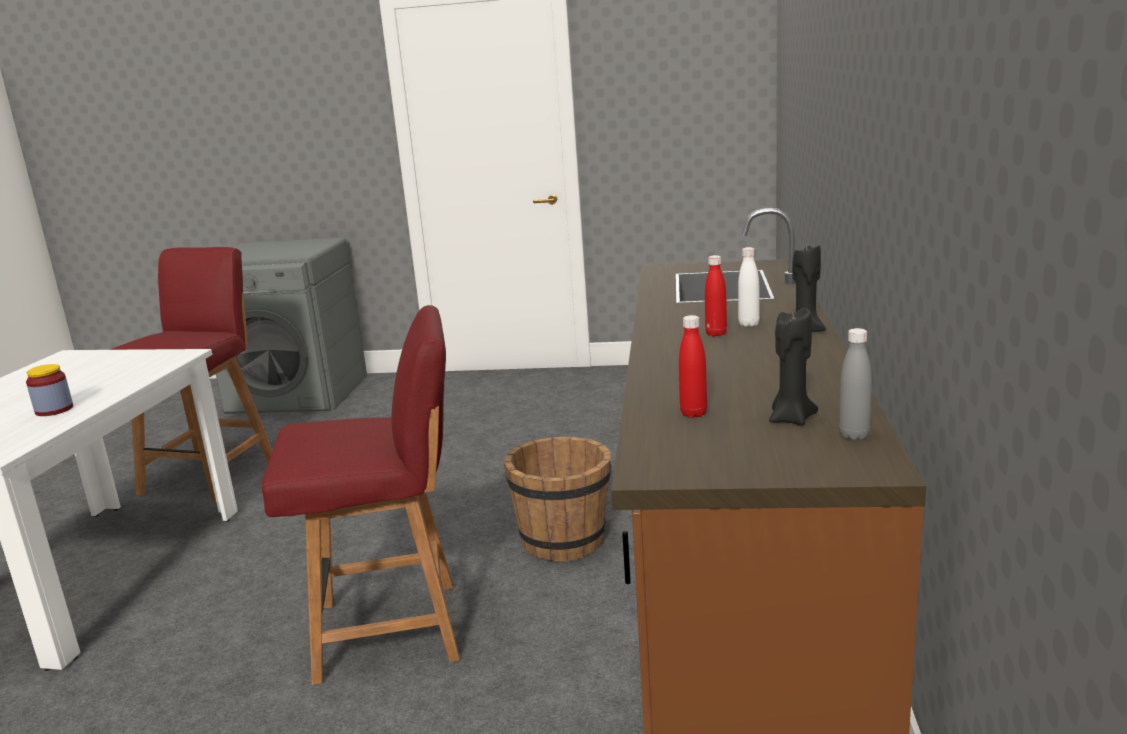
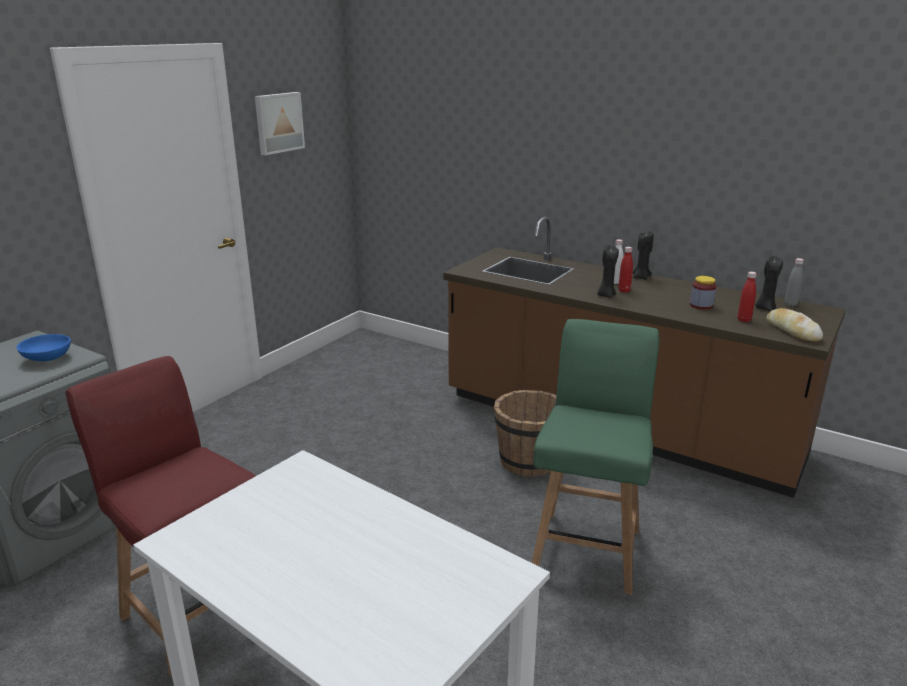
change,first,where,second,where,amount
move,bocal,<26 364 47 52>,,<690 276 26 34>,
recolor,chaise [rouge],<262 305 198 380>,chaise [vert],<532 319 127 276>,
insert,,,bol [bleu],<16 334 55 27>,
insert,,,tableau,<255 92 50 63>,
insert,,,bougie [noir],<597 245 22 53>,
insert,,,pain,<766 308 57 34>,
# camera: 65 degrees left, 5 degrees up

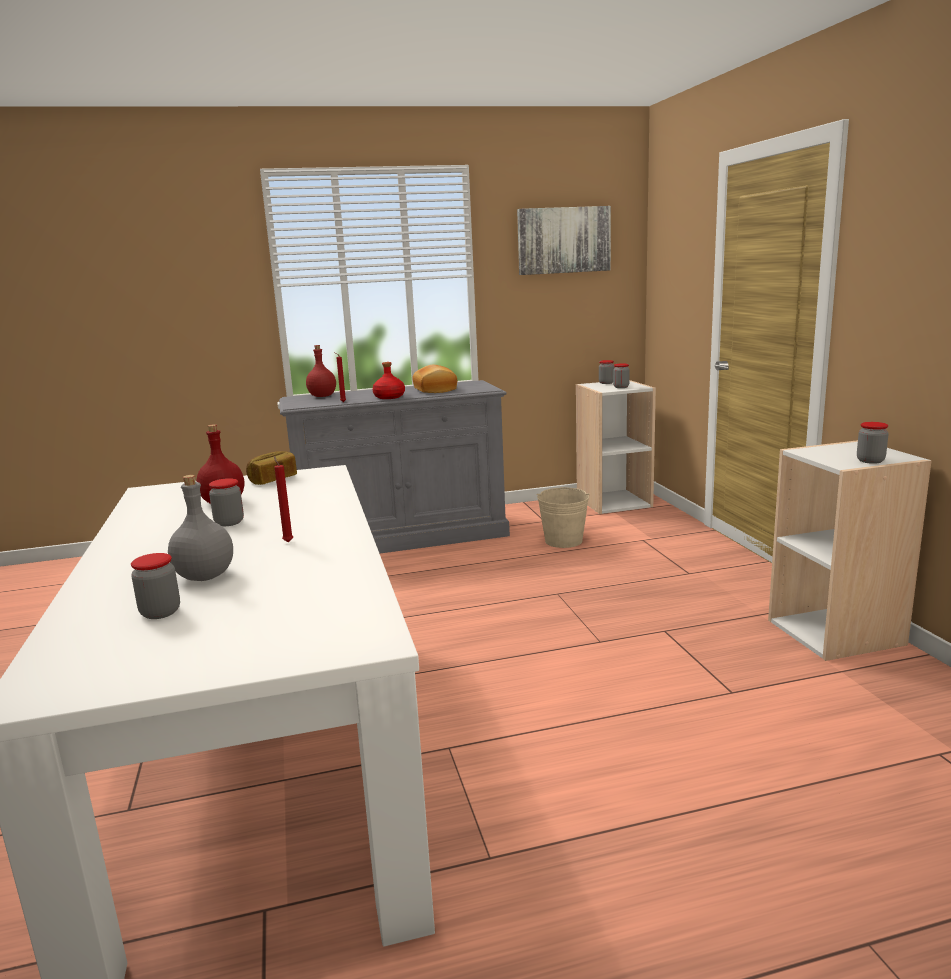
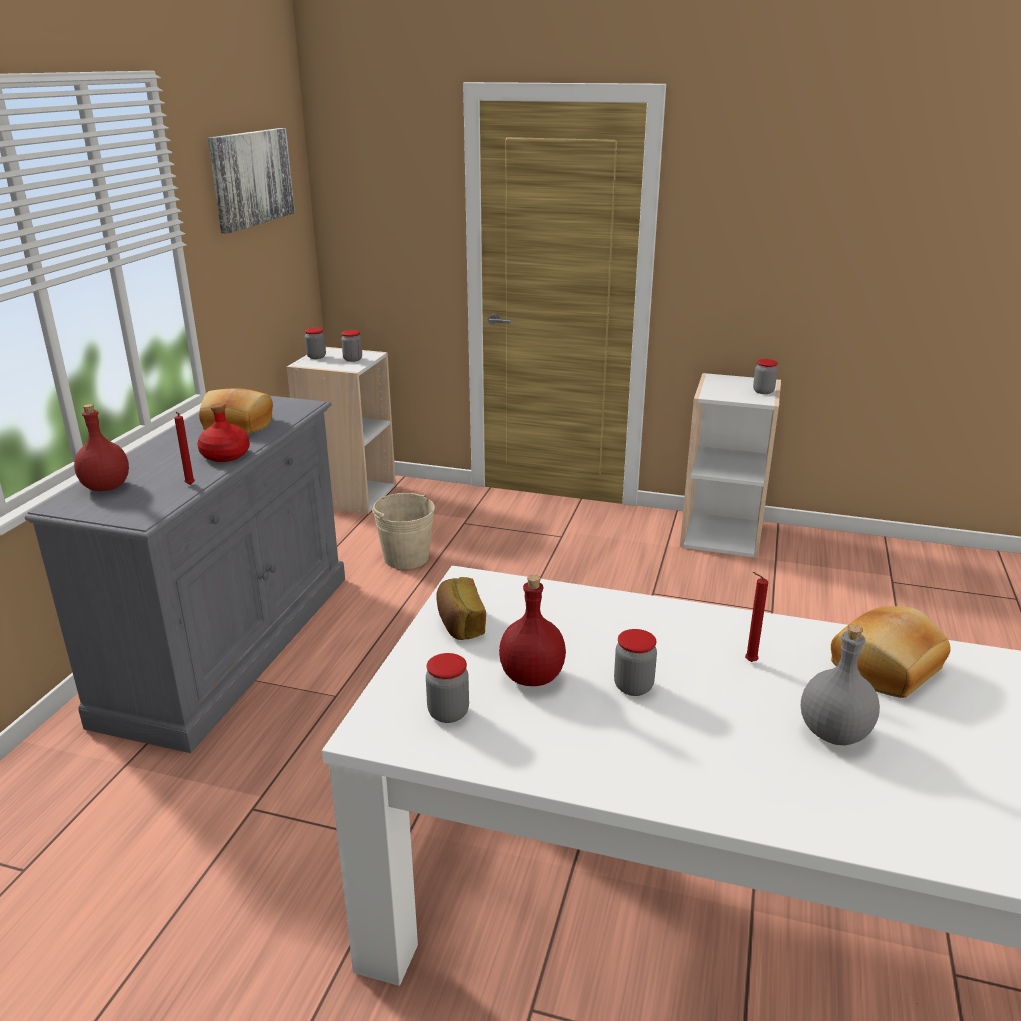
change,first,where,second,where,amount
move,bocal,<131 553 49 66>,,<426 653 43 70>,
insert,,,pain,<831 606 120 92>,
# camera: 60 degrees left, 10 degrees up

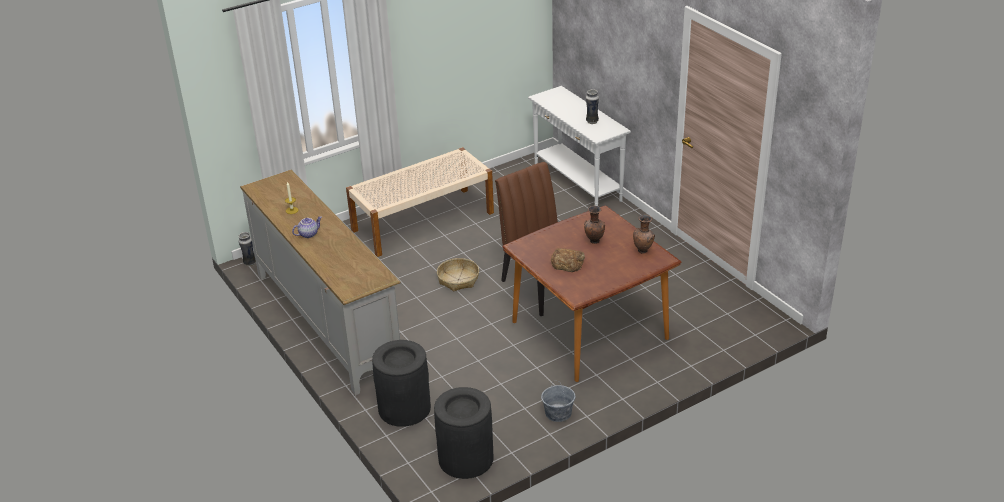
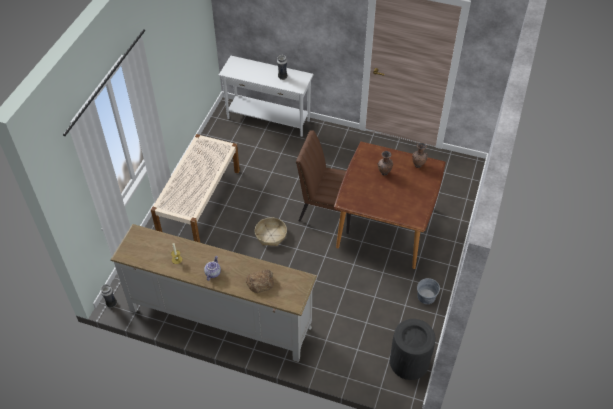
change,first,where,second,where,amount
delete,poubelle [noir],<372 340 59 87>,,,
move,pain,<551 248 34 24>,,<245 269 29 24>,
# camera: 40 degrees left, 15 degrees up

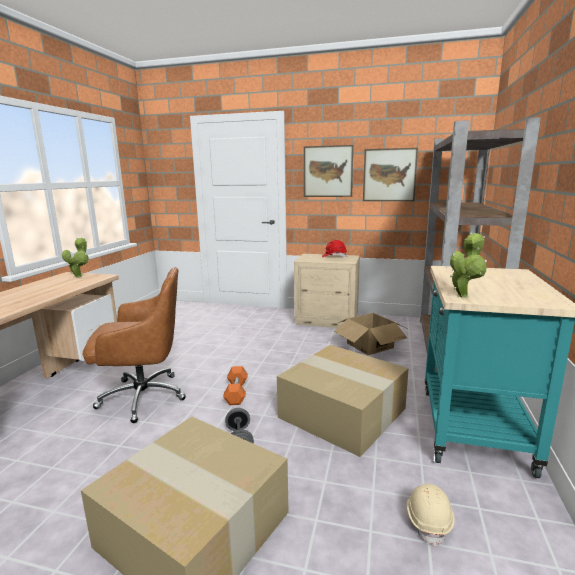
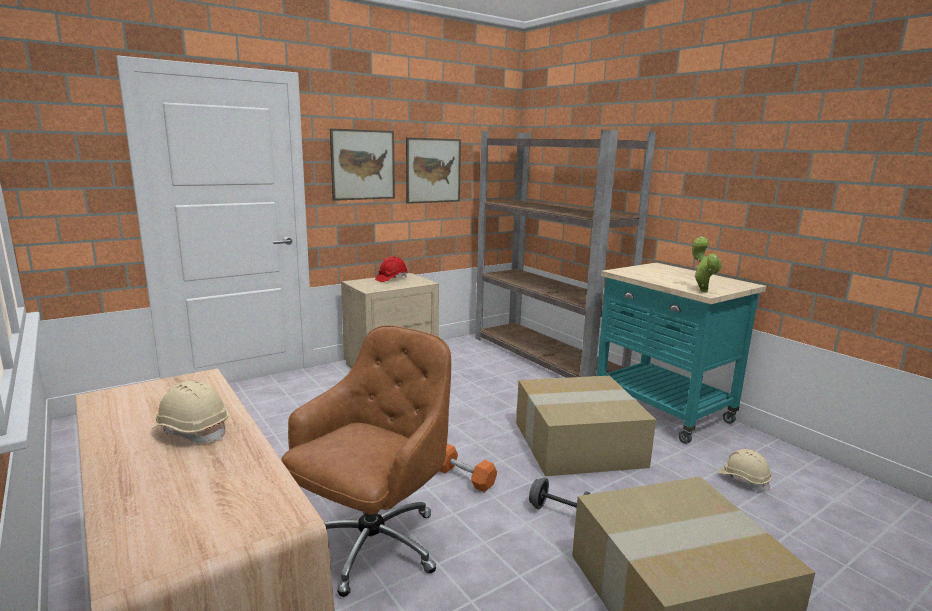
change,first,where,second,where,amount
delete,plante en pot,<62 238 27 40>,,,
delete,carton,<334 313 73 42>,,,
insert,,,casque de chantier [beige],<152 381 77 63>,
# camera: 50 degrees left, 0 degrees up

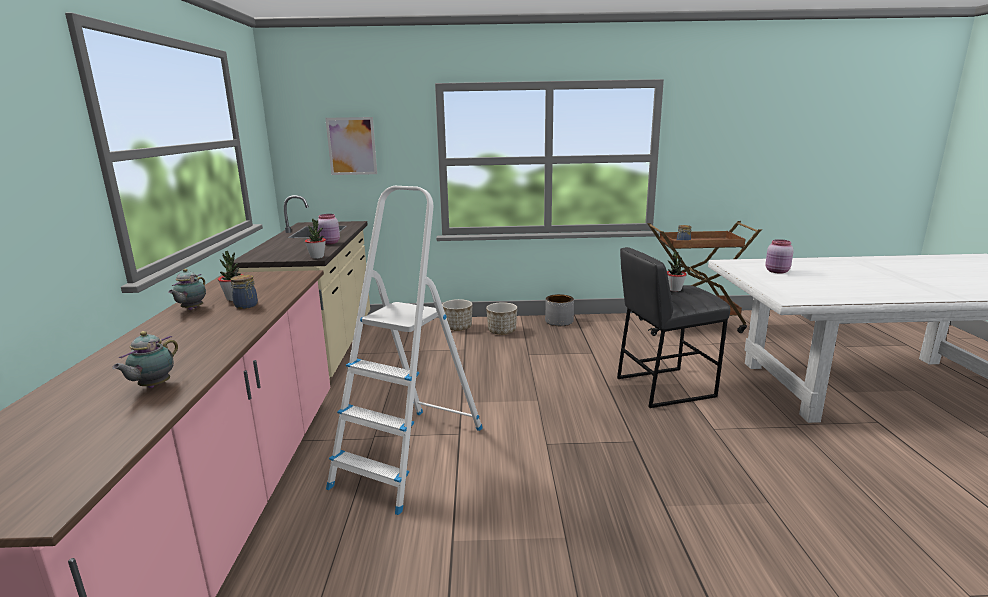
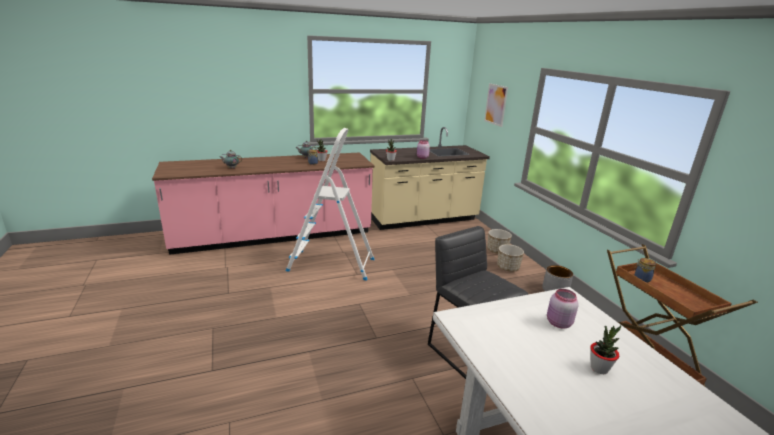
change,first,where,second,where,amount
move,plante en pot,<667 250 20 42>,,<590 325 31 49>,
# camera: 70 degrees right, 5 degrees up

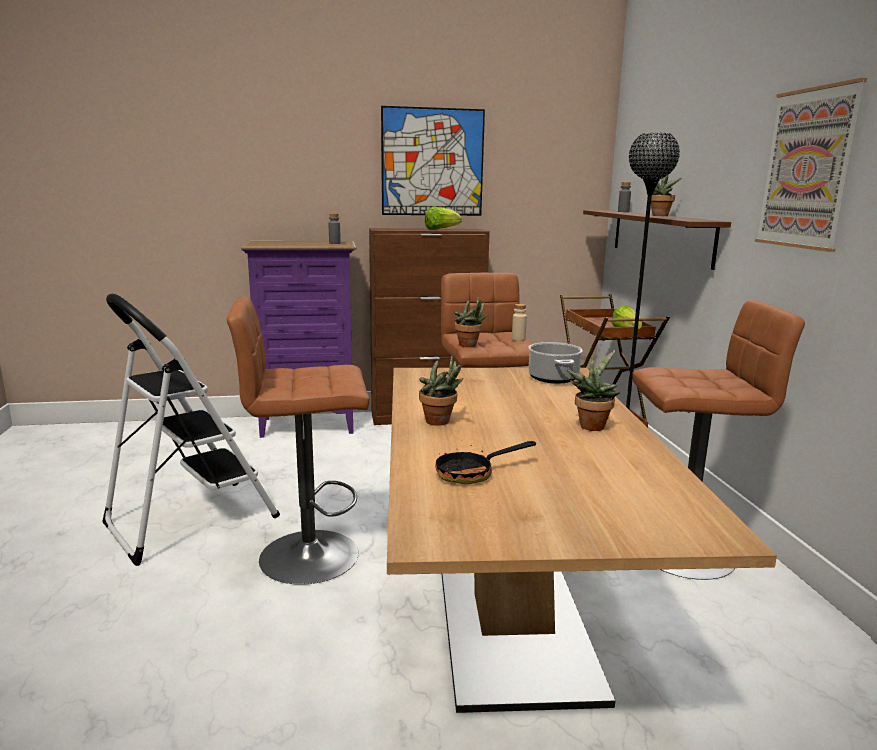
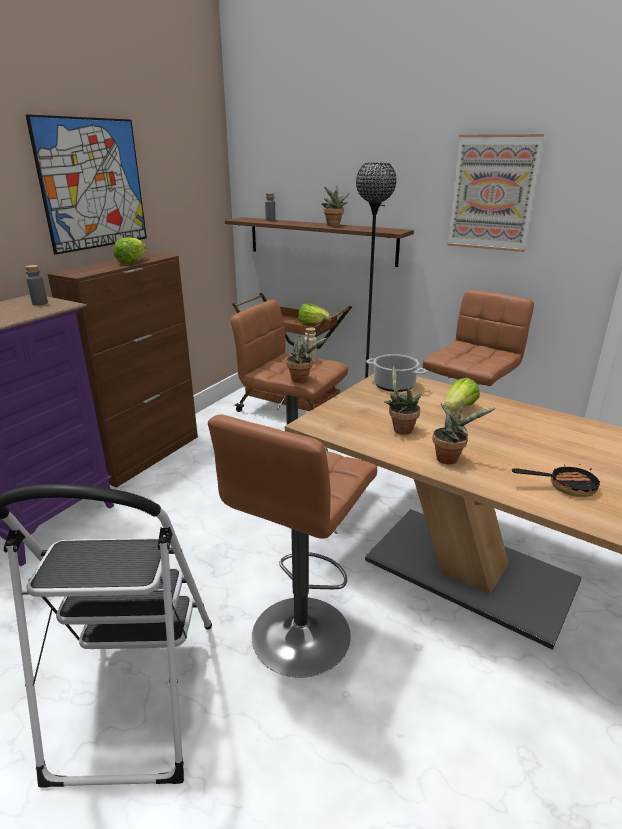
change,first,where,second,where,amount
rotate,poêle,<435 441 101 43>,,<512 464 88 33>,105 degrees counterclockwise
move,plante en pot,<567 350 53 81>,,<384 366 38 69>,
insert,,,laitue,<444 378 36 34>,
# camera: 50 degrees left, 10 degrees up

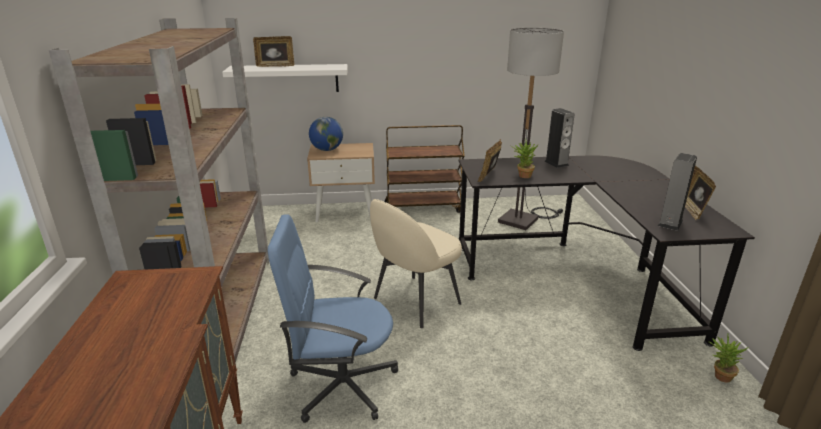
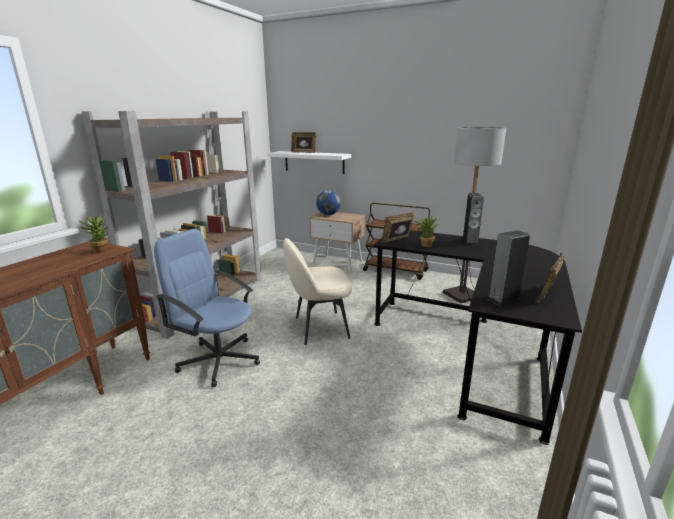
change,first,where,second,where,amount
move,plante en pot,<708 334 41 49>,,<79 216 30 37>,
# camera: 30 degrees right, 5 degrees down

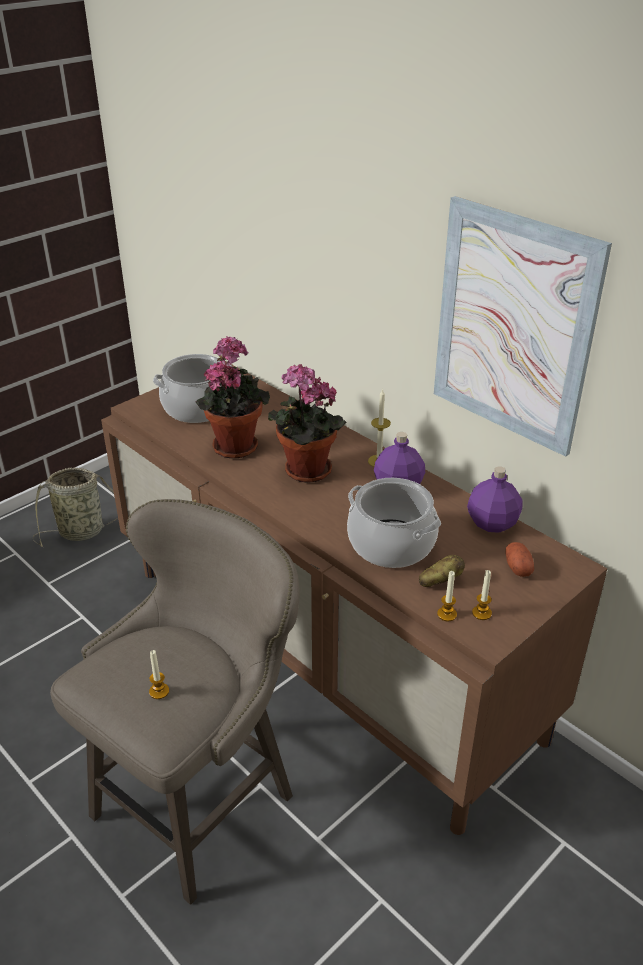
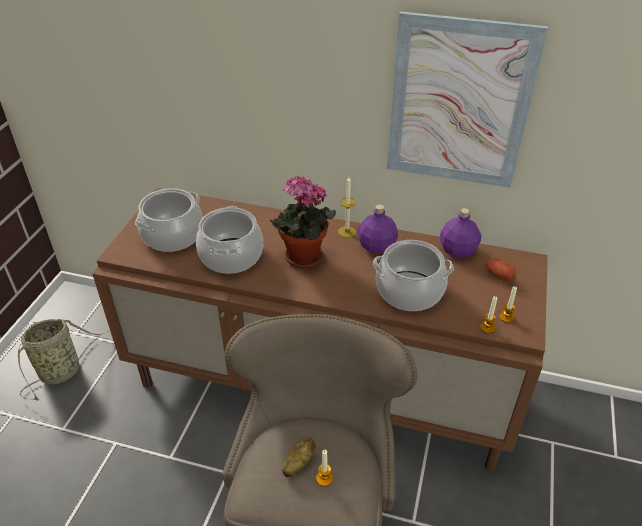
change,first,where,second,where,amount
replace,plante en pot,<195 336 75 122>,marmite,<196 206 67 68>,
move,pomme de terre,<419 555 46 32>,,<282 438 34 39>,
# camera: 30 degrees left, 5 degrees up

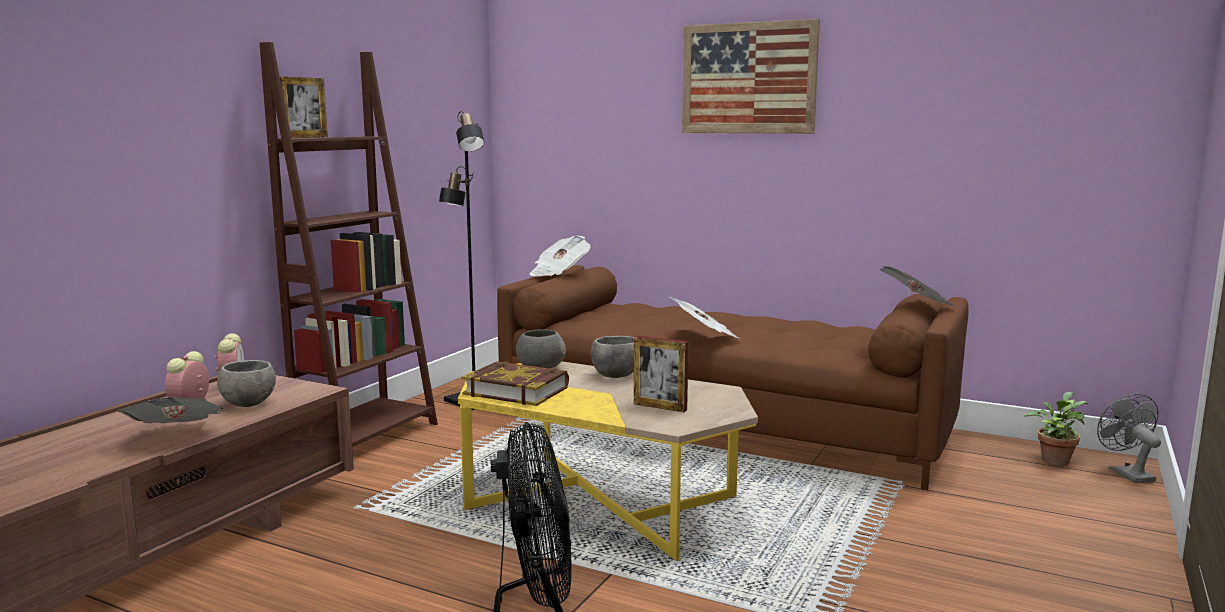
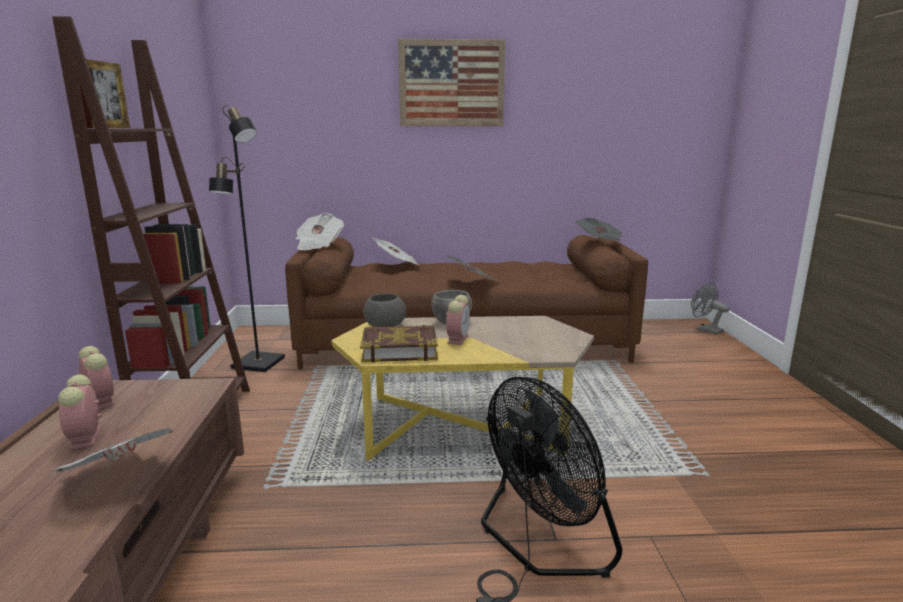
change,first,where,second,where,amount
delete,bol [gris],<217 360 59 47>,,,
delete,cadre photo,<634 335 55 77>,,,
delete,plante en pot,<1024 392 64 73>,,,
insert,,,journal,<372 238 47 27>,
insert,,,réveil,<446 295 24 50>,
# camera: 30 degrees left, 5 degrees up

